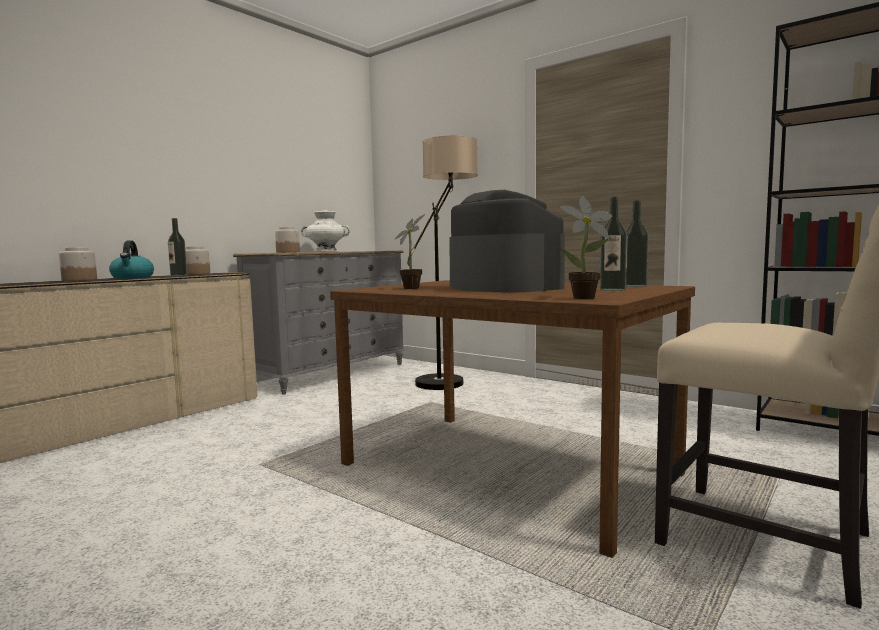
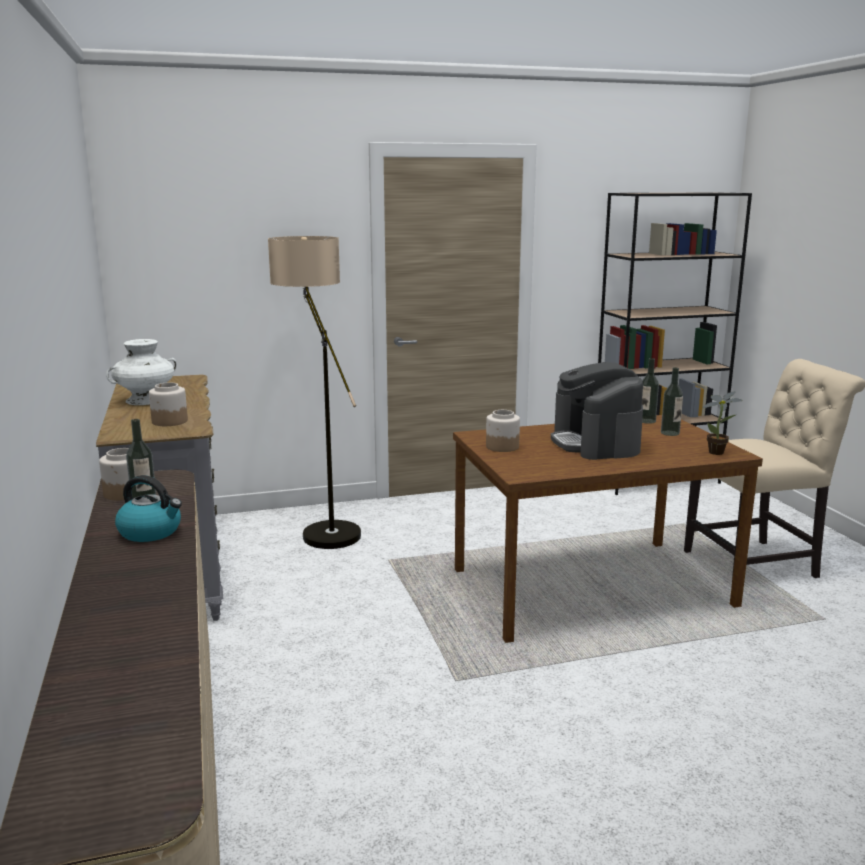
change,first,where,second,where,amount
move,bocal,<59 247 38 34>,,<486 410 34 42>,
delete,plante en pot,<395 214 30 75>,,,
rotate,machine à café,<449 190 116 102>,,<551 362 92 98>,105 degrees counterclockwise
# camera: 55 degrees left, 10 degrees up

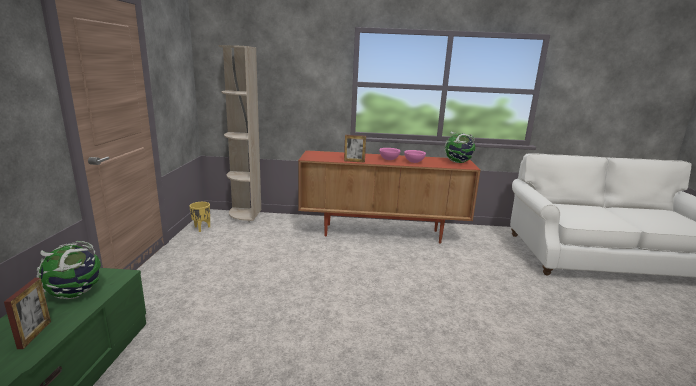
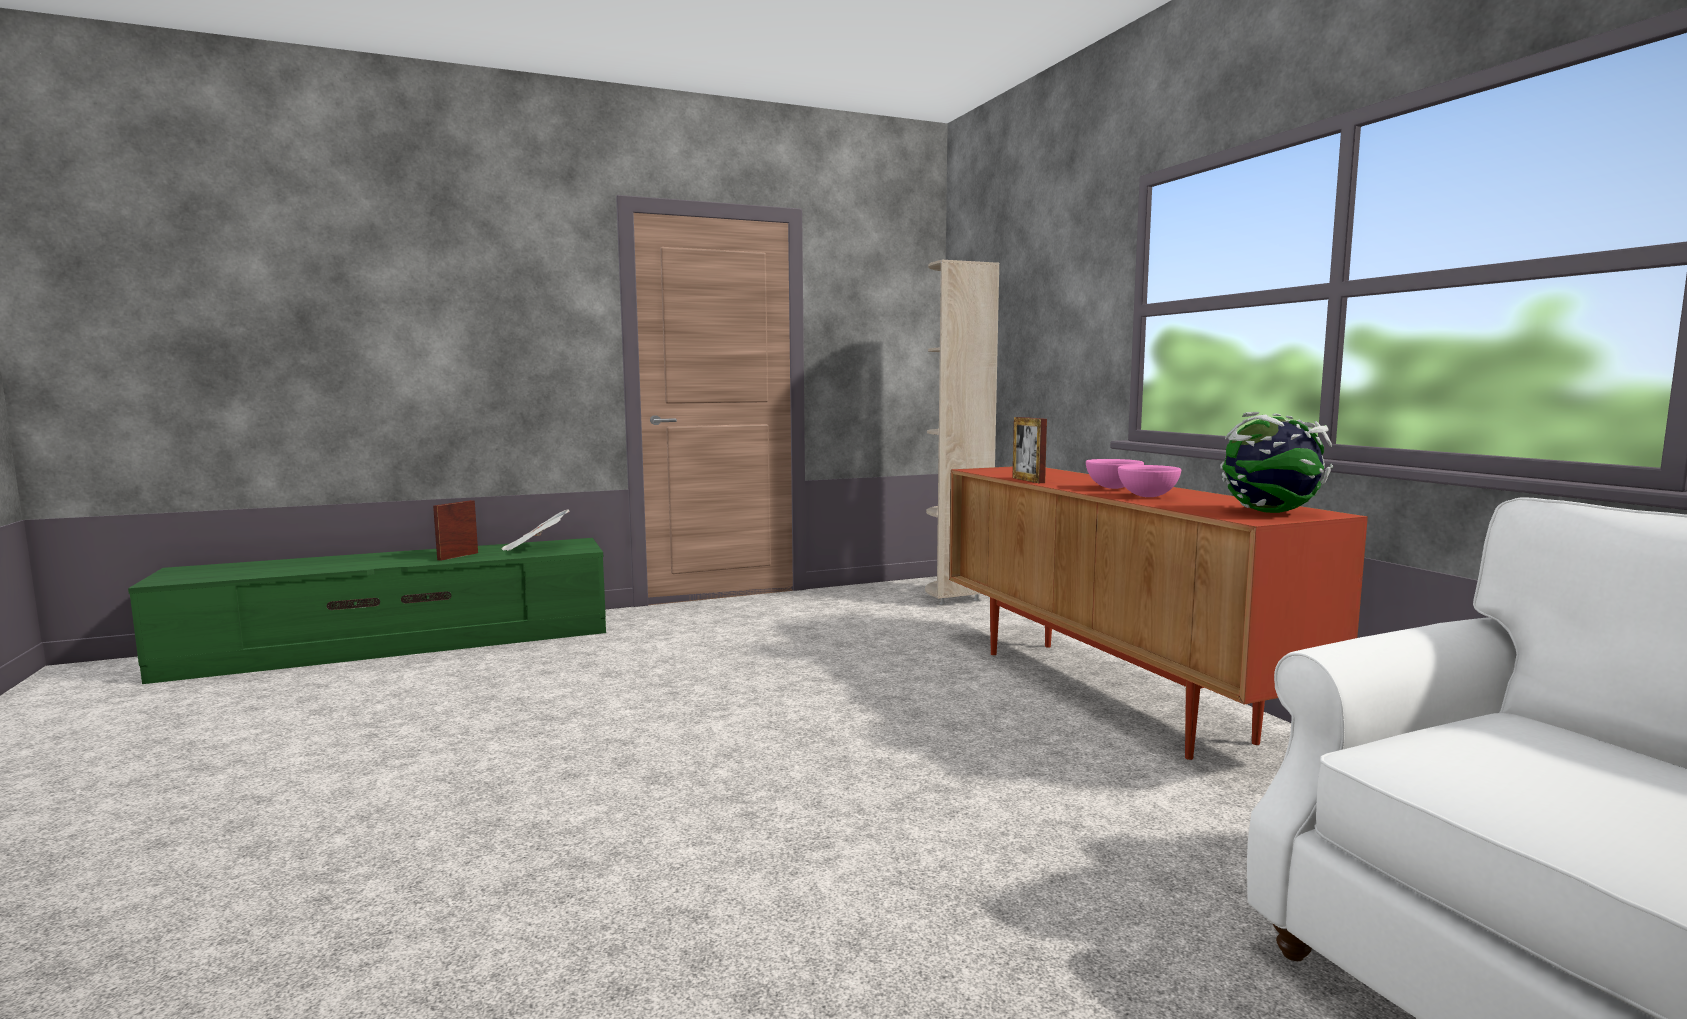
change,first,where,second,where,amount
rotate,cadre photo,<4 278 47 71>,,<433 500 45 61>,150 degrees clockwise
replace,globe,<37 241 64 58>,journal,<501 510 68 41>,
delete,cache-pot [jaune],<189 202 21 30>,,,
# camera: 65 degrees right, 10 degrees down

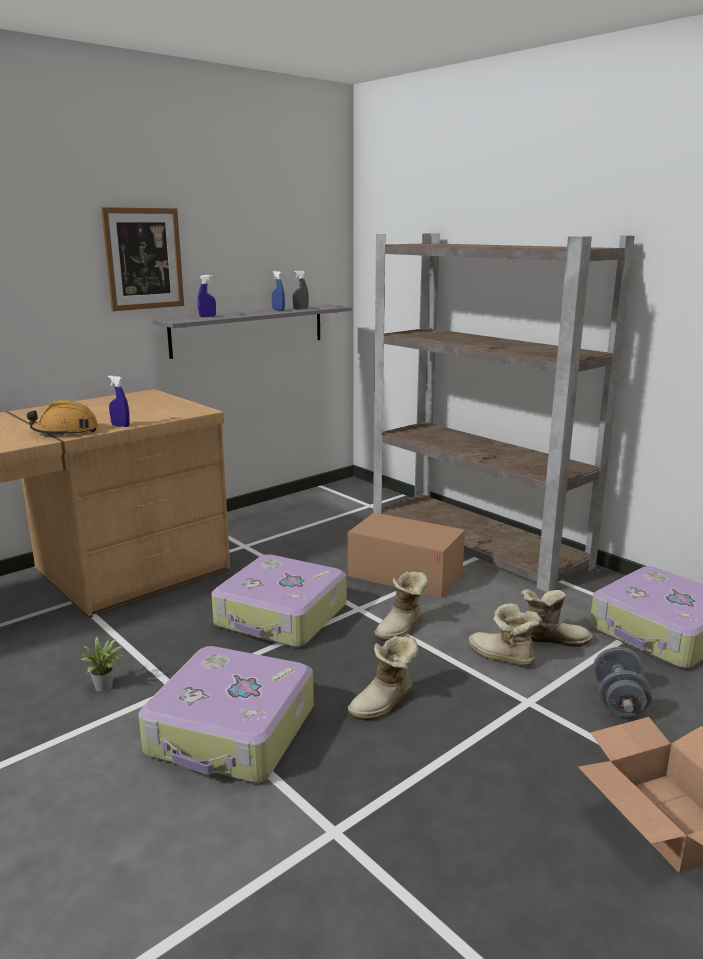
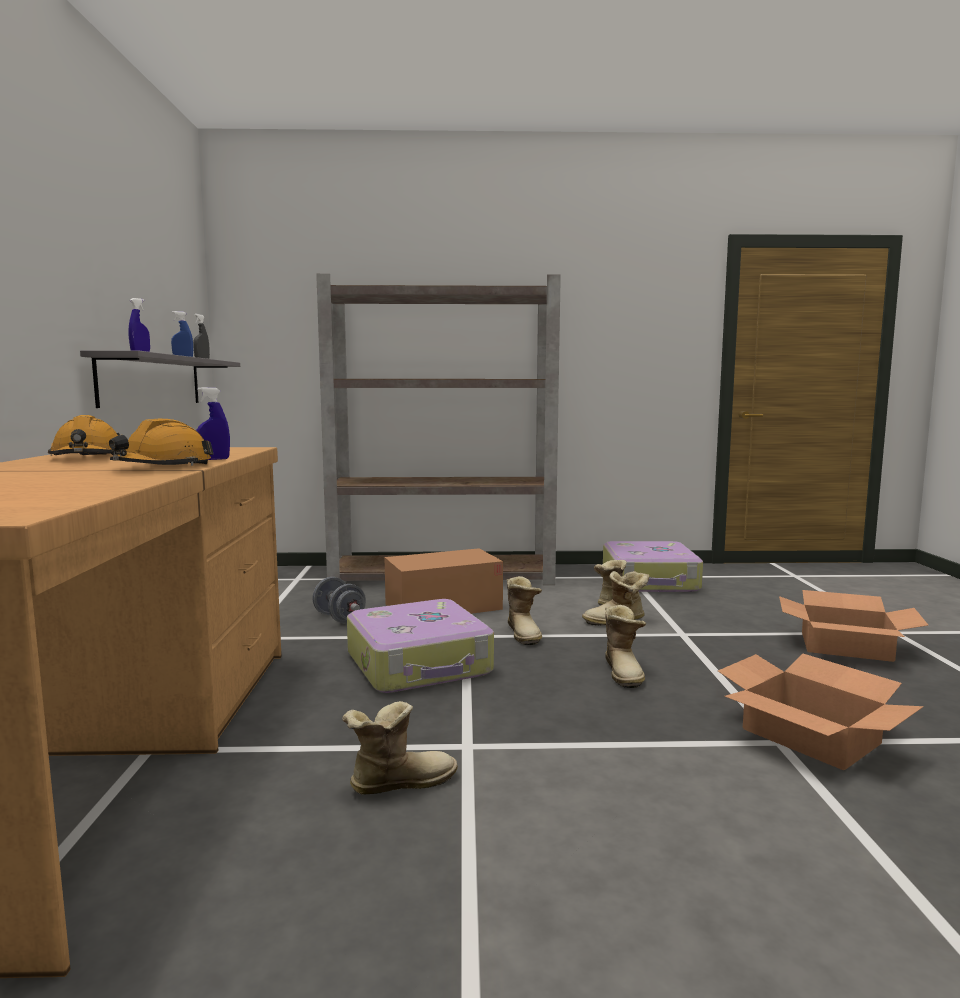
change,first,where,second,where,amount
replace,plante en pot,<81 637 43 55>,botte,<342 701 116 94>,
delete,tableau,<101 207 83 104>,,,
delete,valise,<139 646 175 136>,,,
move,haltère [gris],<593 647 59 70>,,<312 577 54 47>,
insert,,,casque de chantier [orange],<48 415 72 41>,
insert,,,carton,<718 653 206 117>,
# camera: 50 degrees left, 10 degrees down

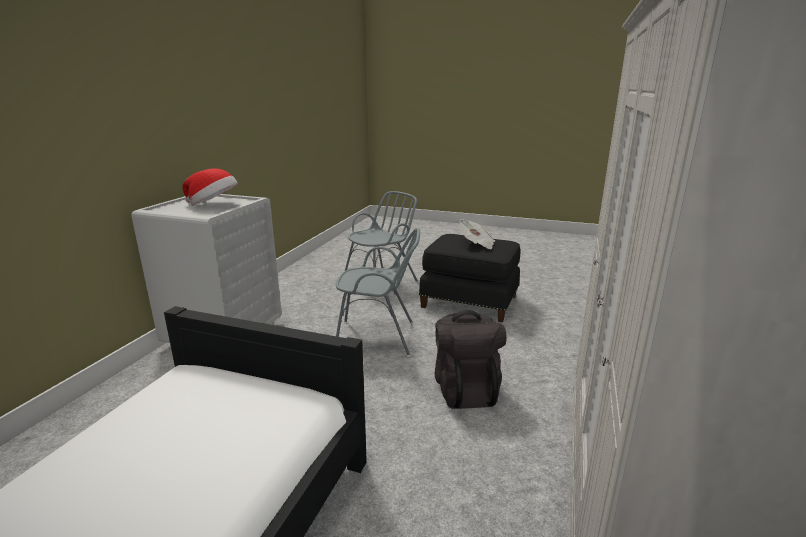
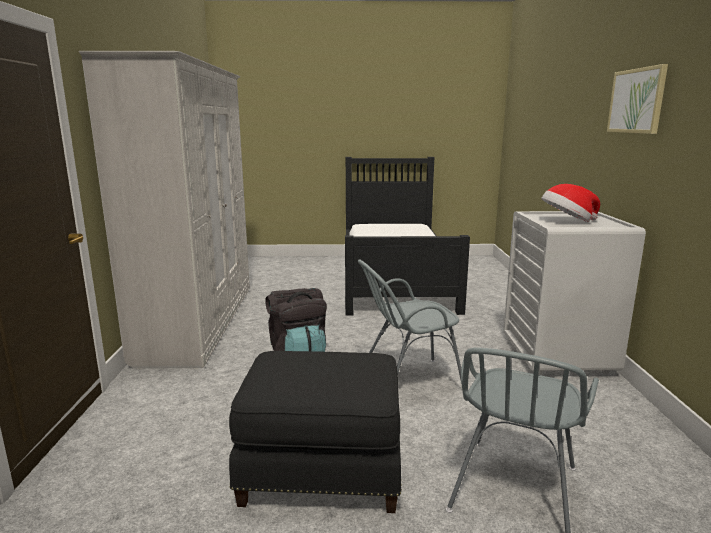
change,first,where,second,where,amount
delete,journal,<458 219 37 30>,,,
insert,,,tableau,<607 64 61 70>,
# camera: 160 degrees right, 5 degrees down

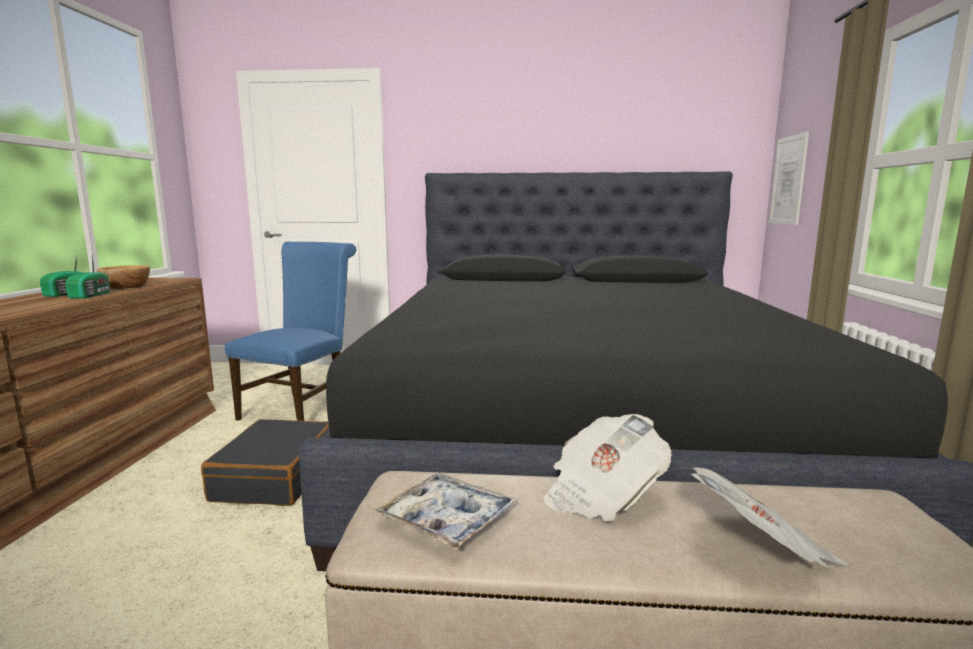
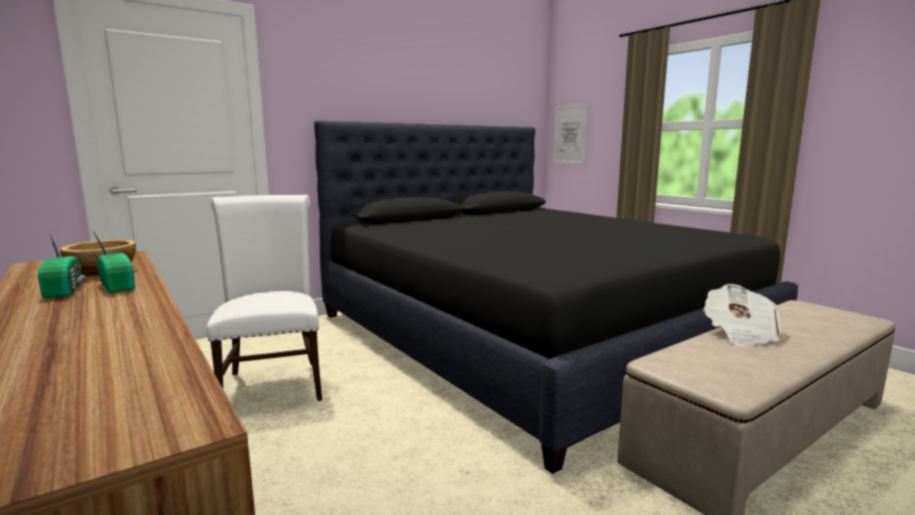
change,first,where,second,where,amount
delete,valise [noir],<201 419 128 87>,,,
recolor,chaise [bleu],<225 242 131 179>,chaise [blanc],<206 195 116 206>,
delete,plateau,<372 473 147 77>,,,
delete,journal,<691 467 157 101>,,,
# camera: 40 degrees left, 0 degrees up

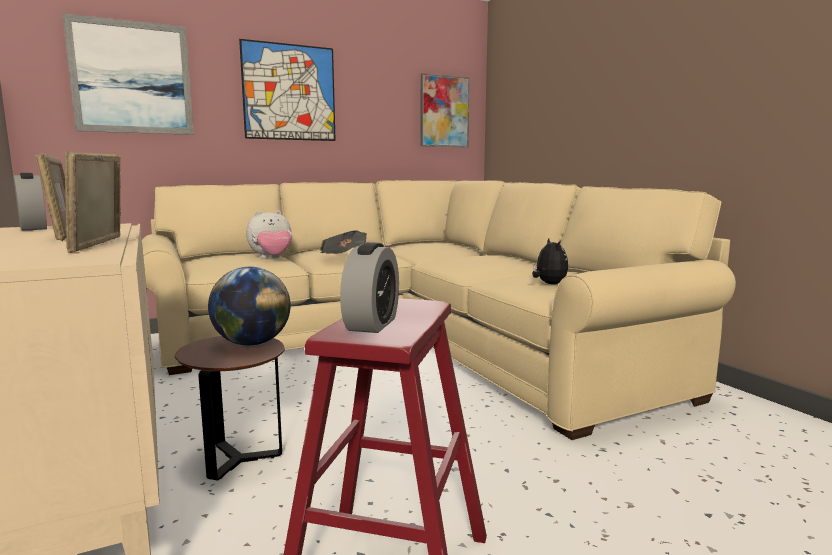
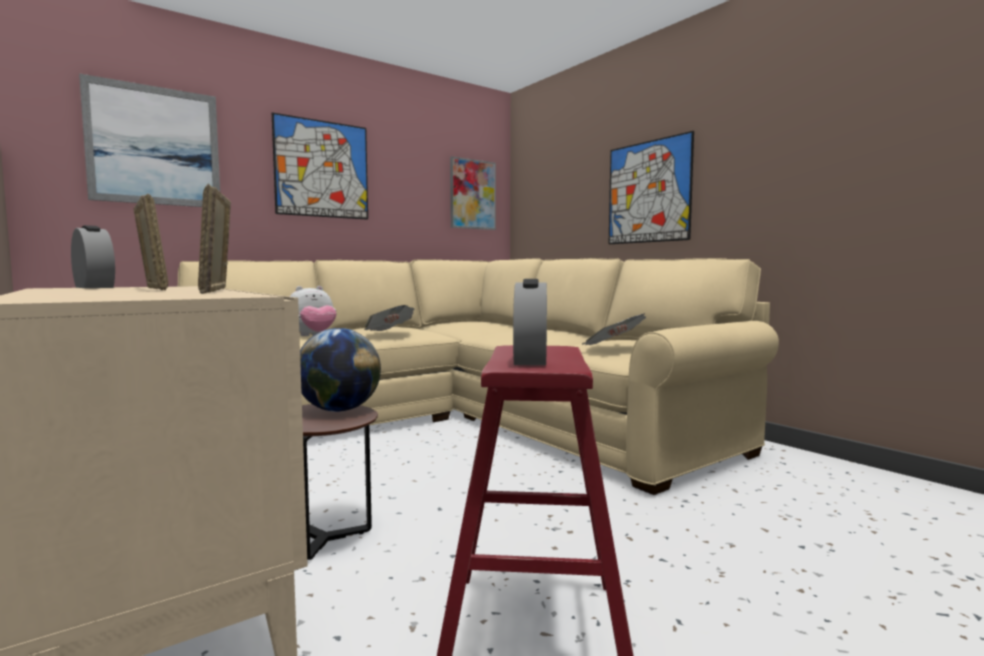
change,first,where,second,where,amount
replace,peluche,<532 238 36 46>,journal,<582 313 64 32>,
insert,,,tableau,<609 131 85 113>,
# camera: 10 degrees left, 5 degrees down

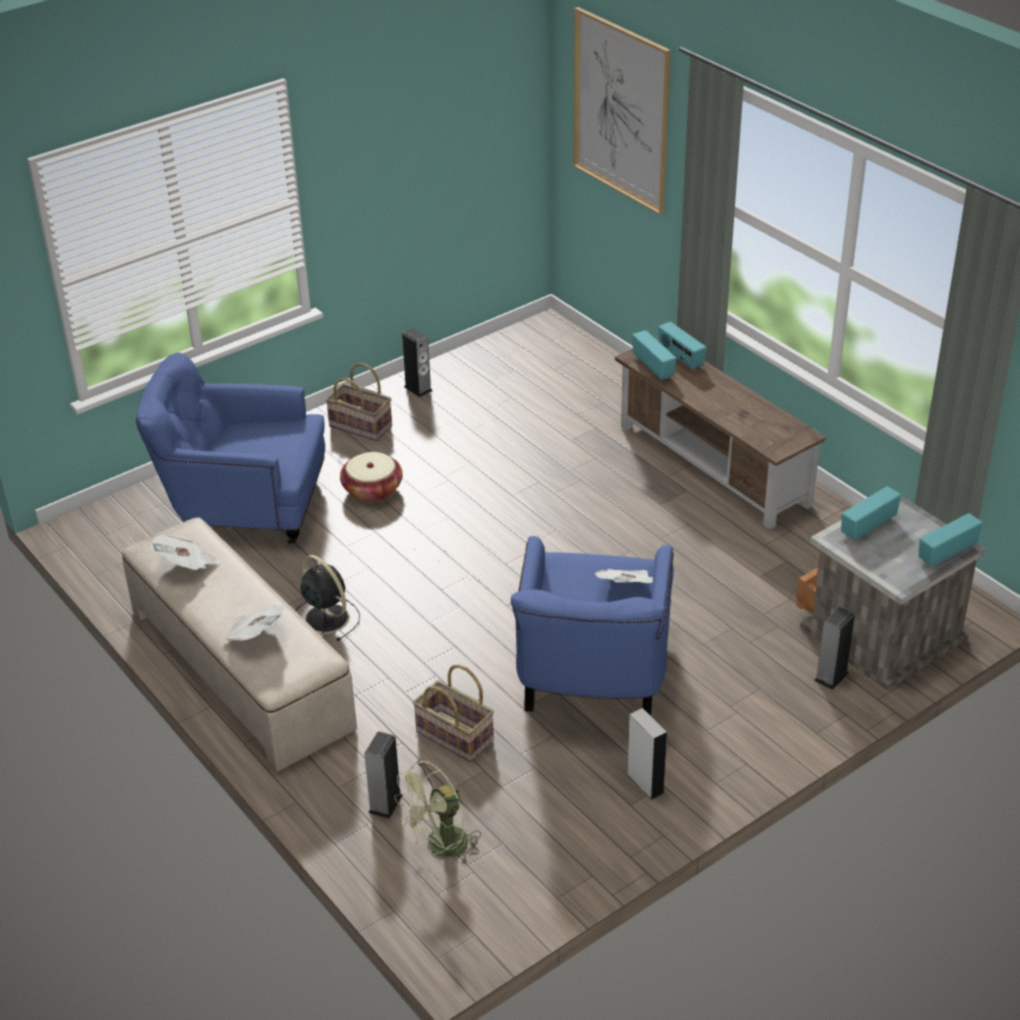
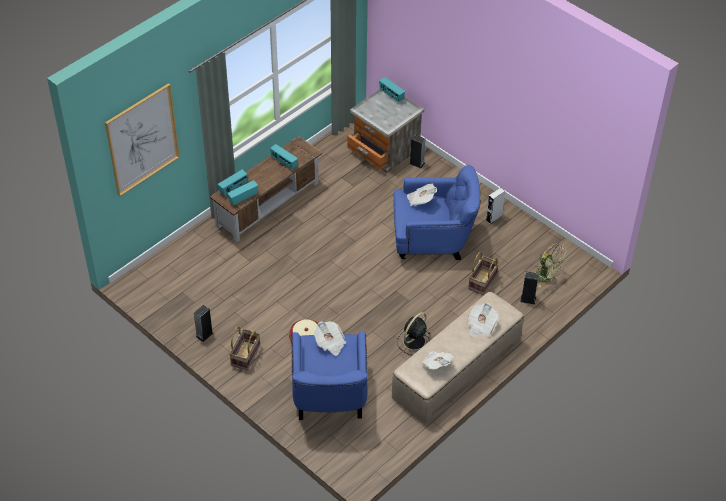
change,first,where,second,where,amount
move,radio,<841 486 60 55>,,<270 144 28 26>,
insert,,,journal,<314 321 32 35>,
# camera: 100 degrees left, 10 degrees up

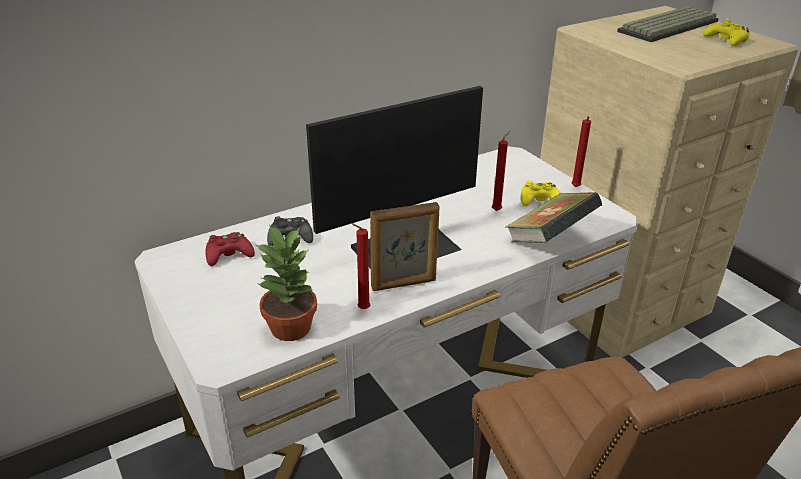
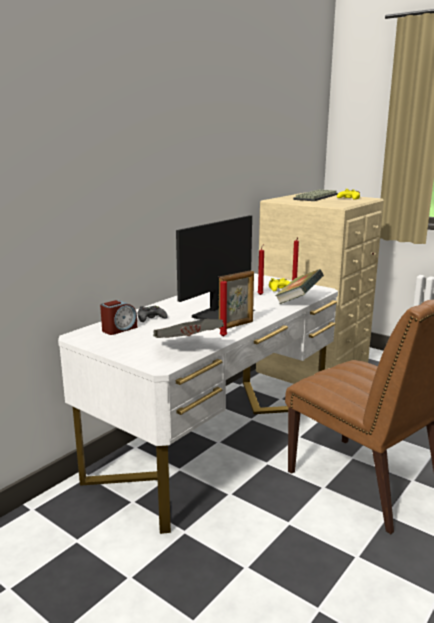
change,first,where,second,where,amount
replace,manette [rouge],<205 232 50 34>,réveil,<100 300 37 35>,
replace,plante en pot,<256 225 61 116>,journal,<153 319 71 19>,
# camera: 20 degrees left, 15 degrees down

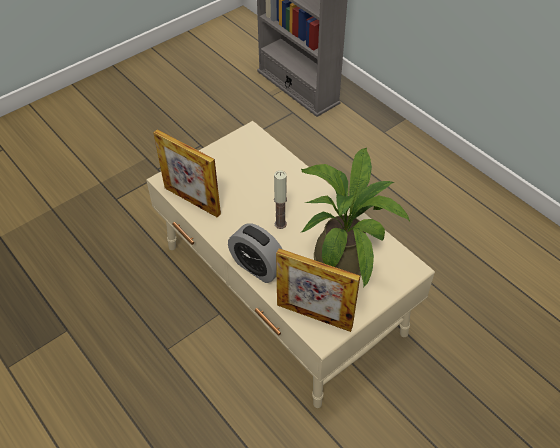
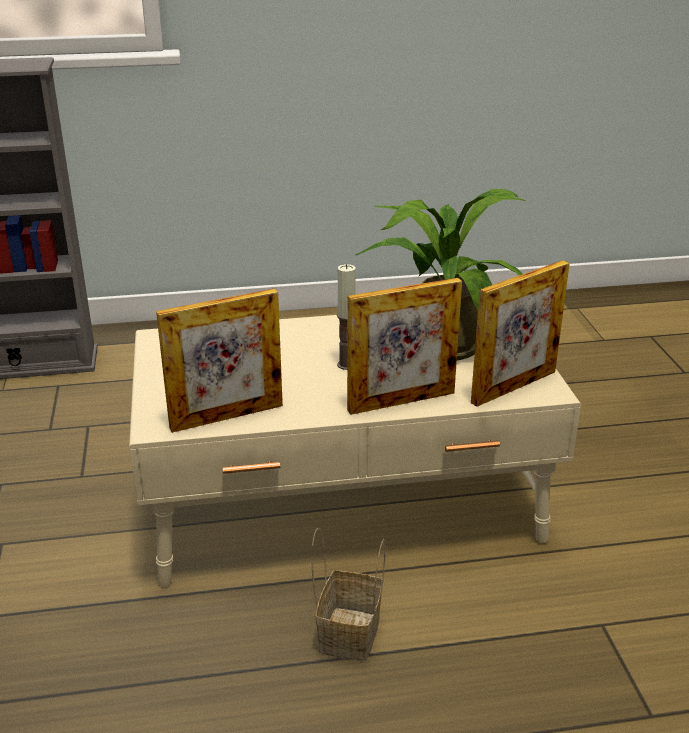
change,first,where,second,where,amount
replace,réveil,<228 223 54 60>,cadre photo,<347 278 115 137>,
insert,,,panier,<311 528 75 134>,
# camera: 60 degrees left, 20 degrees down

